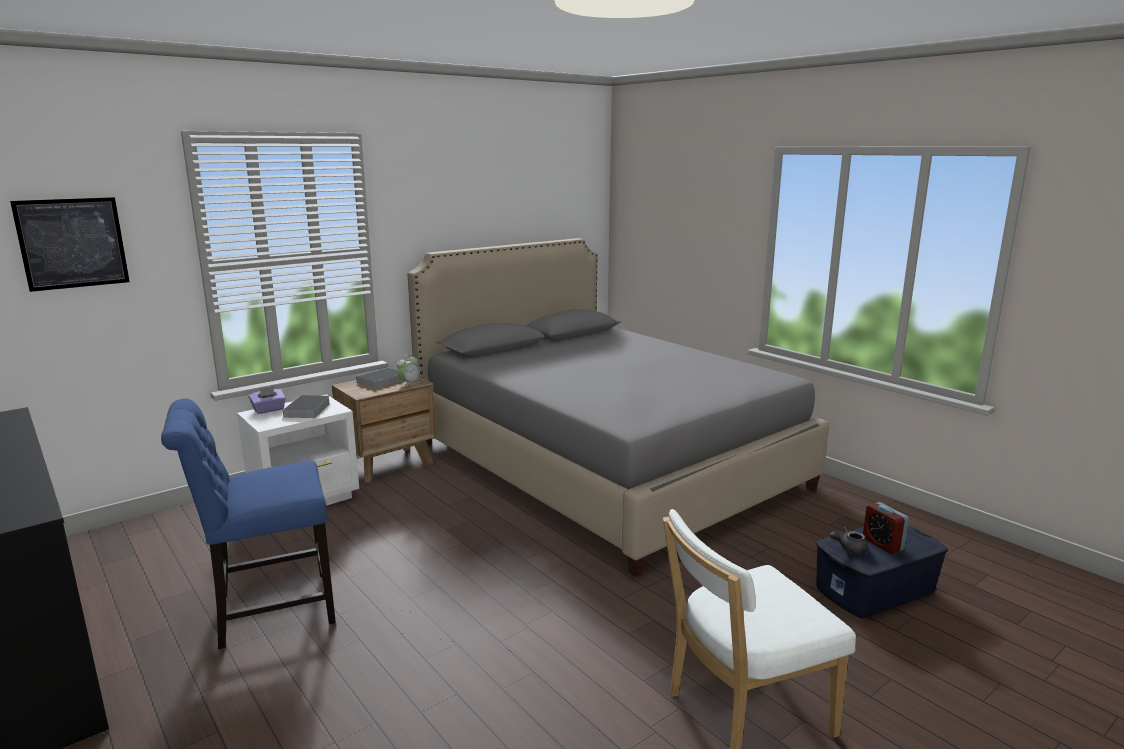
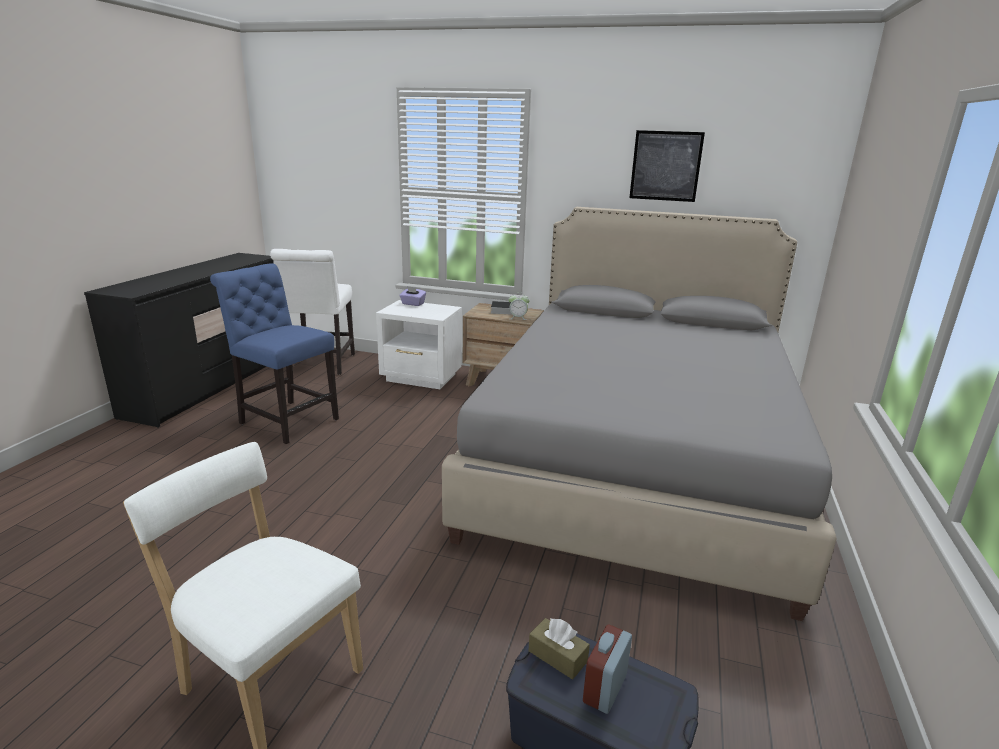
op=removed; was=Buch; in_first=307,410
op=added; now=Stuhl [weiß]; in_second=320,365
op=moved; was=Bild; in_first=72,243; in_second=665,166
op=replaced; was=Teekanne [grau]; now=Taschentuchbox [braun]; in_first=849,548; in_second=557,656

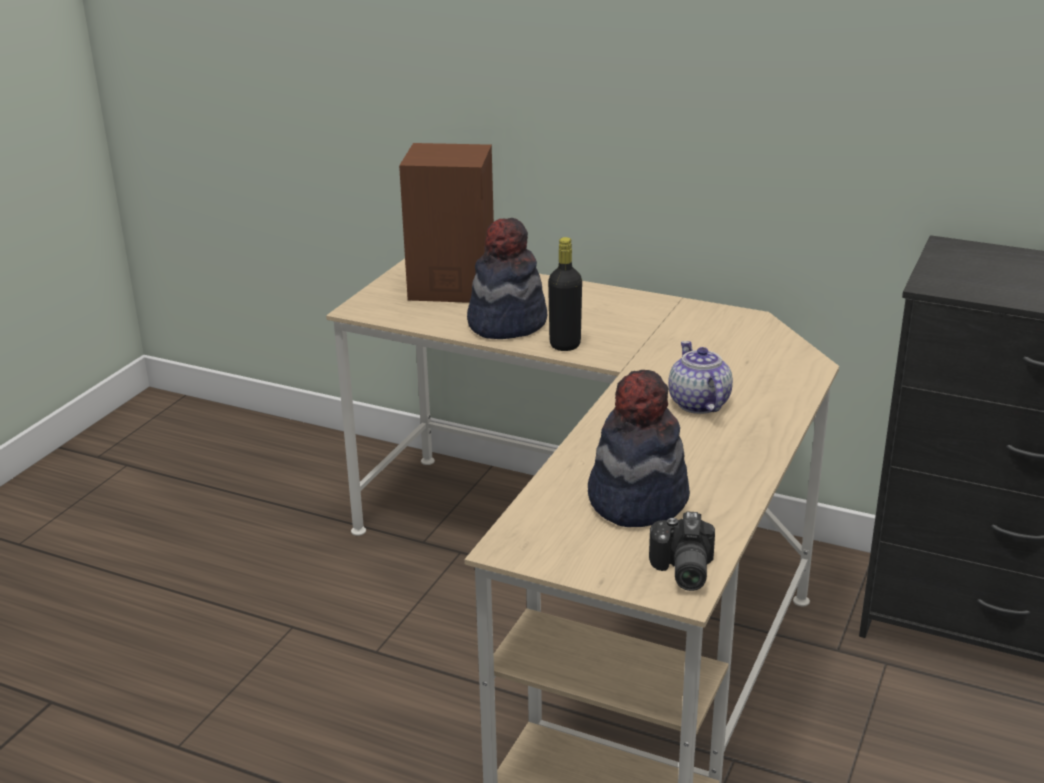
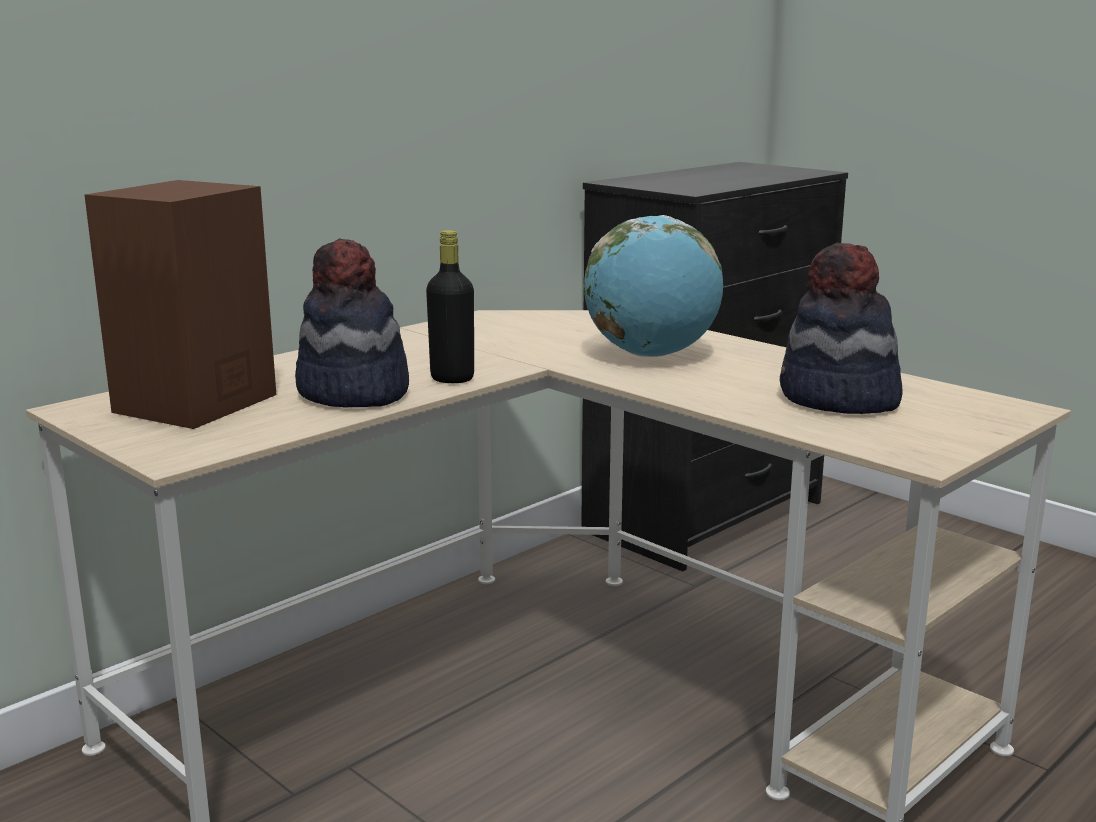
op=removed; was=Kamera; in_first=680,571
op=replaced; was=Teekanne; now=Globus; in_first=697,403; in_second=651,355

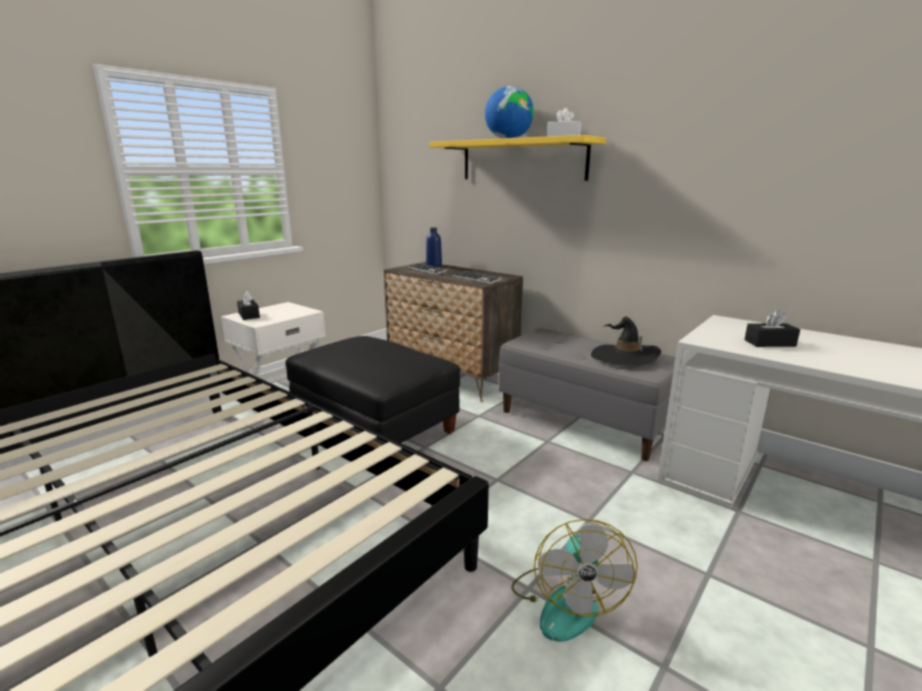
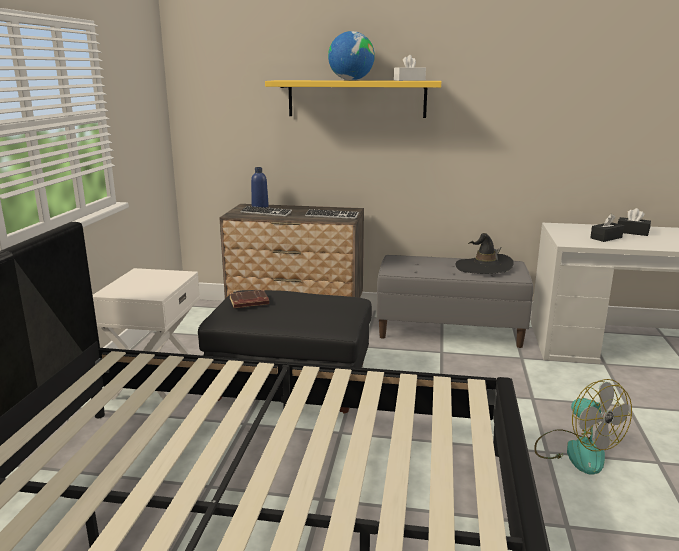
op=added; now=Buch [braun]; in_second=249,302
op=moved; was=Taschentuchbox [schwarz]; in_first=249,315; in_second=632,232

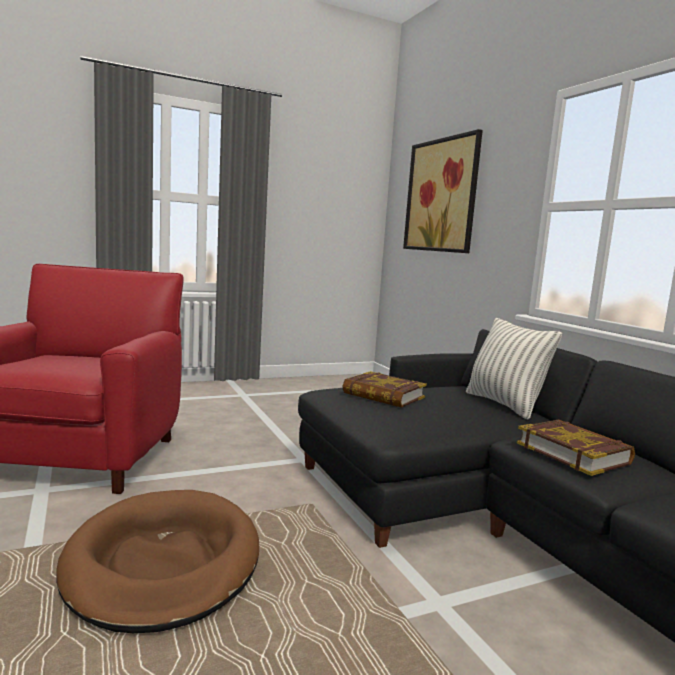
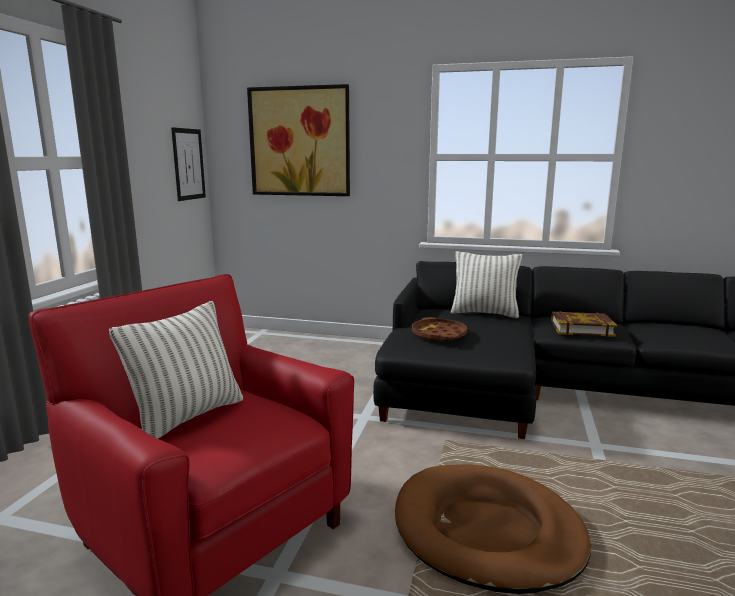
op=added; now=Kissen; in_second=187,417
op=added; now=Bild; in_second=188,164
op=replaced; was=Buch; now=Tablett [braun]; in_first=383,395; in_second=438,334

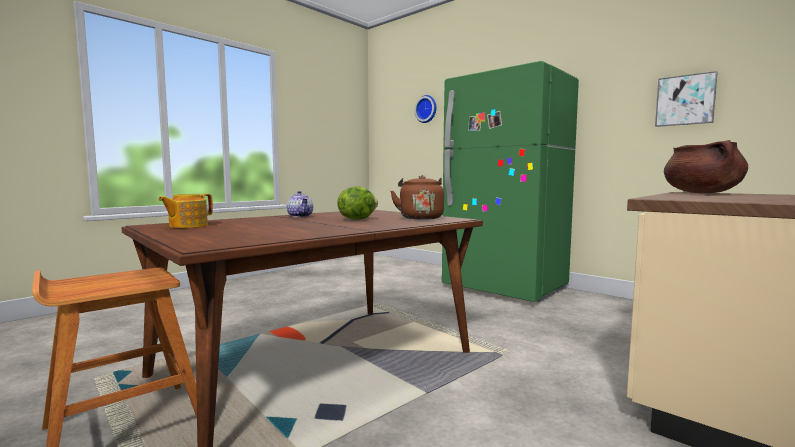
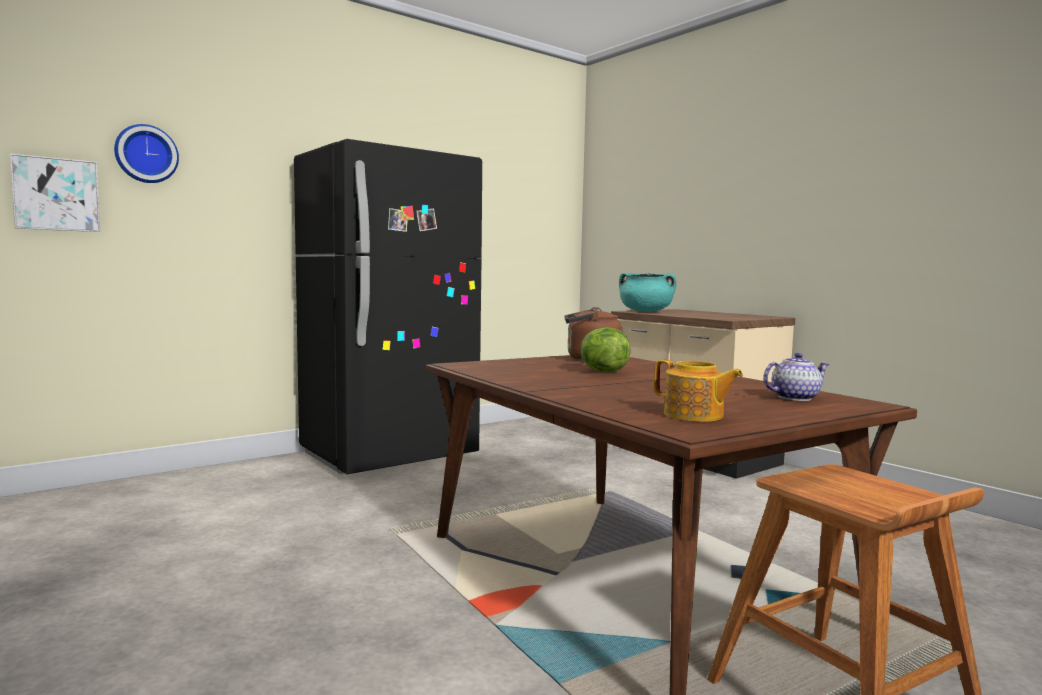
op=moved; was=Teekanne; in_first=300,216; in_second=795,398
op=moved; was=Bild; in_first=685,100; in_second=56,194
op=recoloured; was=Kühlschrank [grün]; now=Kühlschrank [schwarz]; in_first=504,288; in_second=389,456
op=recoloured; was=Kochtopf [braun]; now=Kochtopf [türkis]; in_first=702,193; in_second=646,311

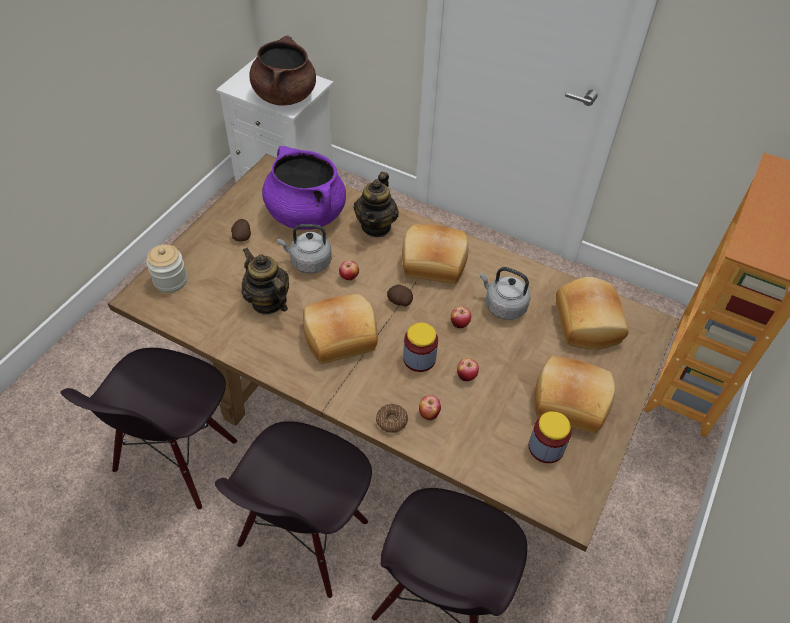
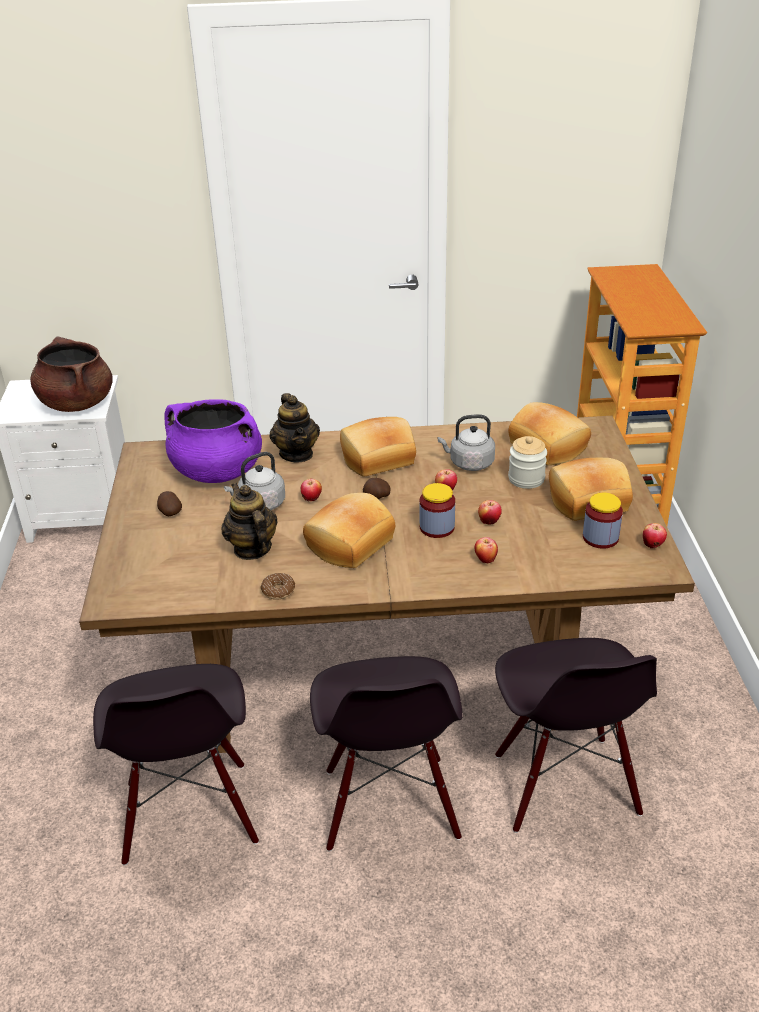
op=added; now=Apfel; in_second=652,545
op=moved; was=Vorratsglas; in_first=170,280; in_second=526,479
op=moved; was=Donut; in_first=391,421; in_second=278,590
op=turned; was=Teekanne; in_first=268,302; in_second=252,549; clockwise=45

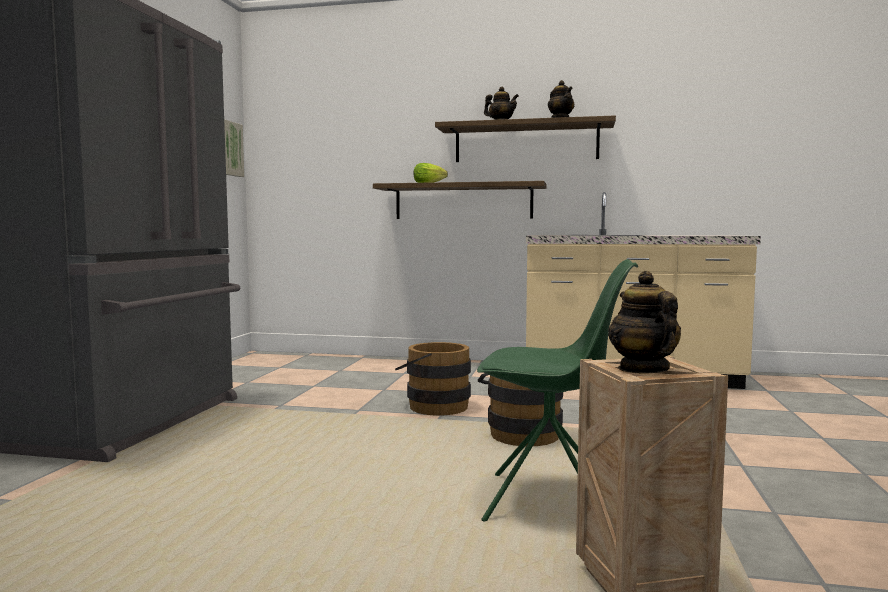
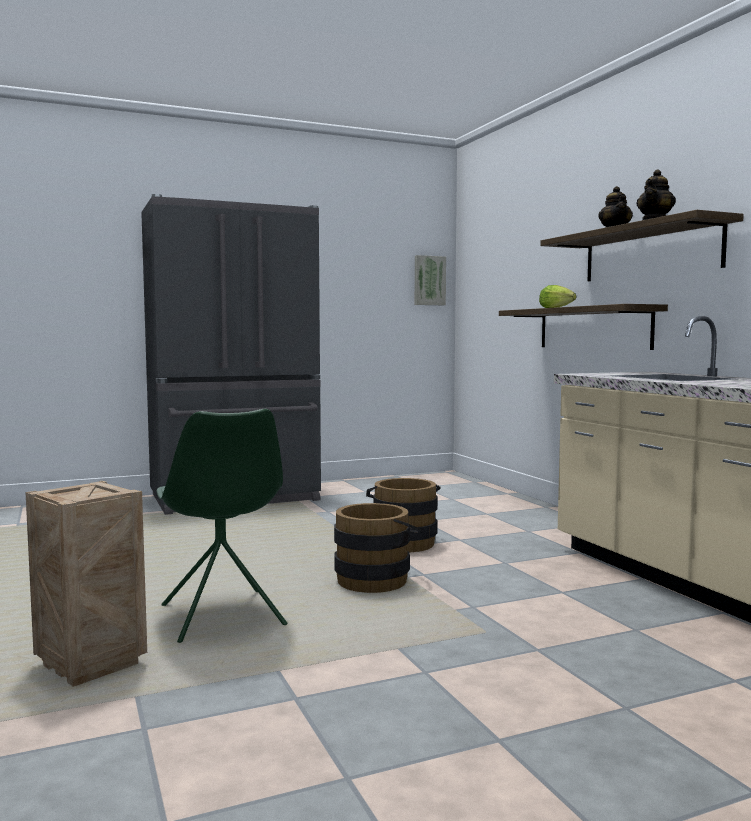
op=removed; was=Teekanne; in_first=643,369

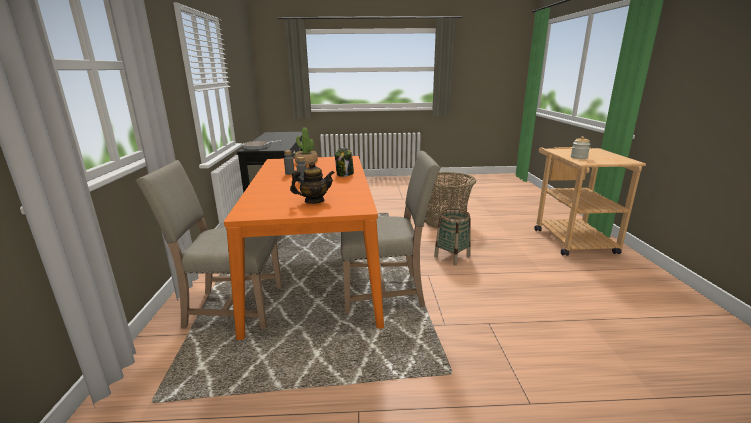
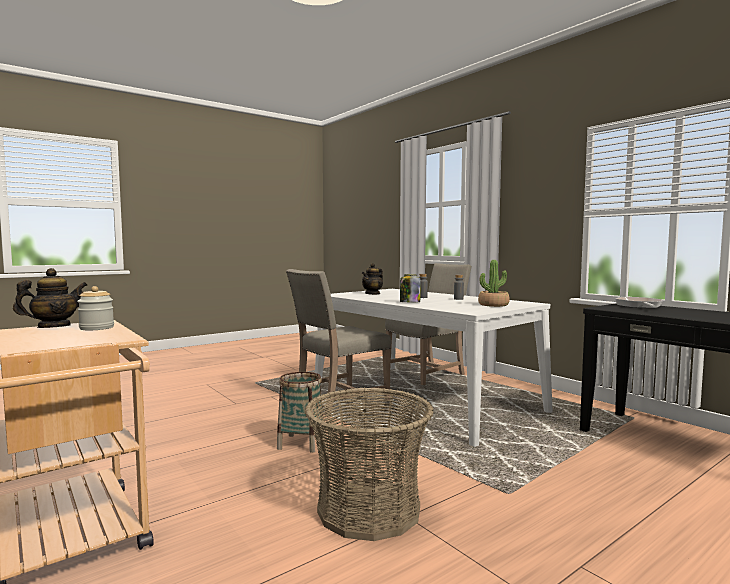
op=added; now=Teekanne; in_second=54,327
op=recoloured; was=Esstisch [orange]; now=Esstisch [weiß]; in_first=315,270; in_second=423,398

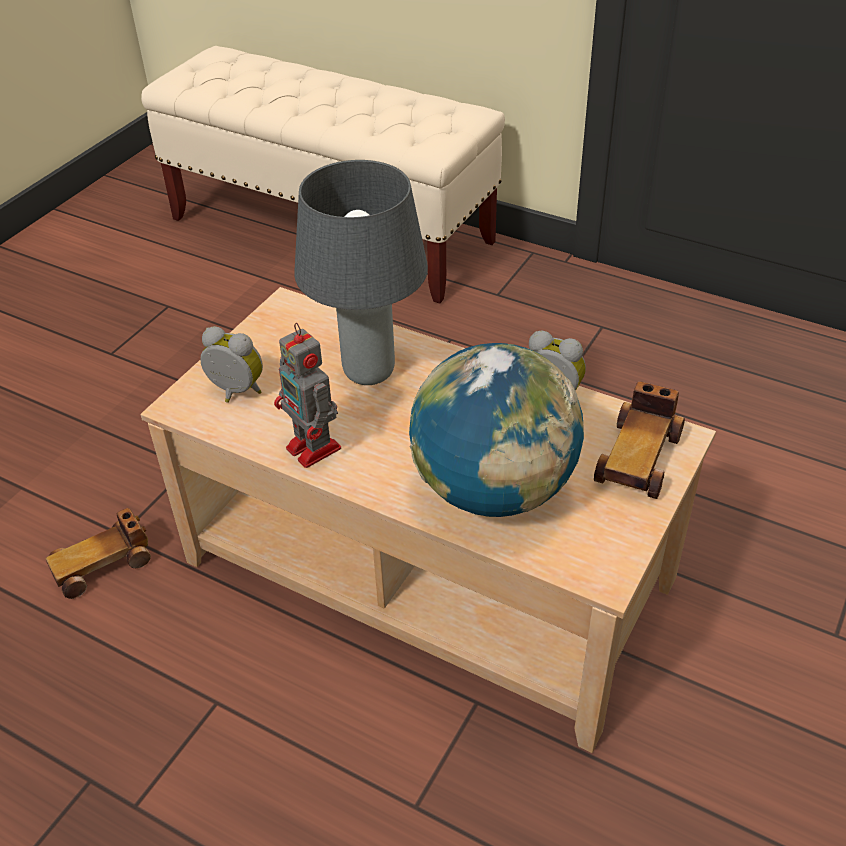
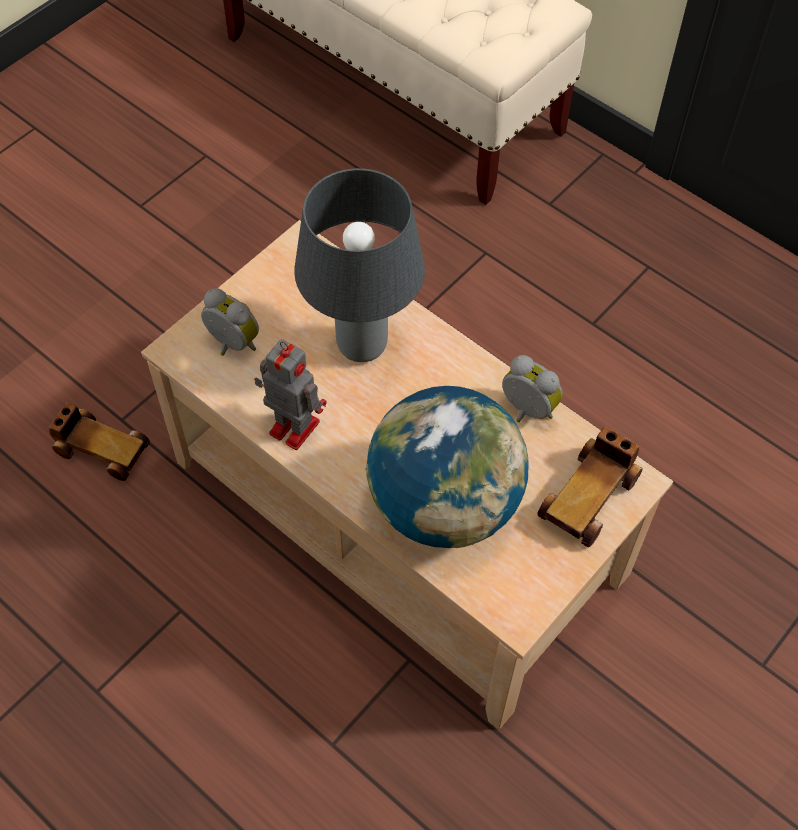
op=turned; was=Spielzeugauto; in_first=103,564; in_second=101,449; clockwise=-135
op=turned; was=Spielzeugroboter; in_first=315,450; in_second=292,426; clockwise=150

